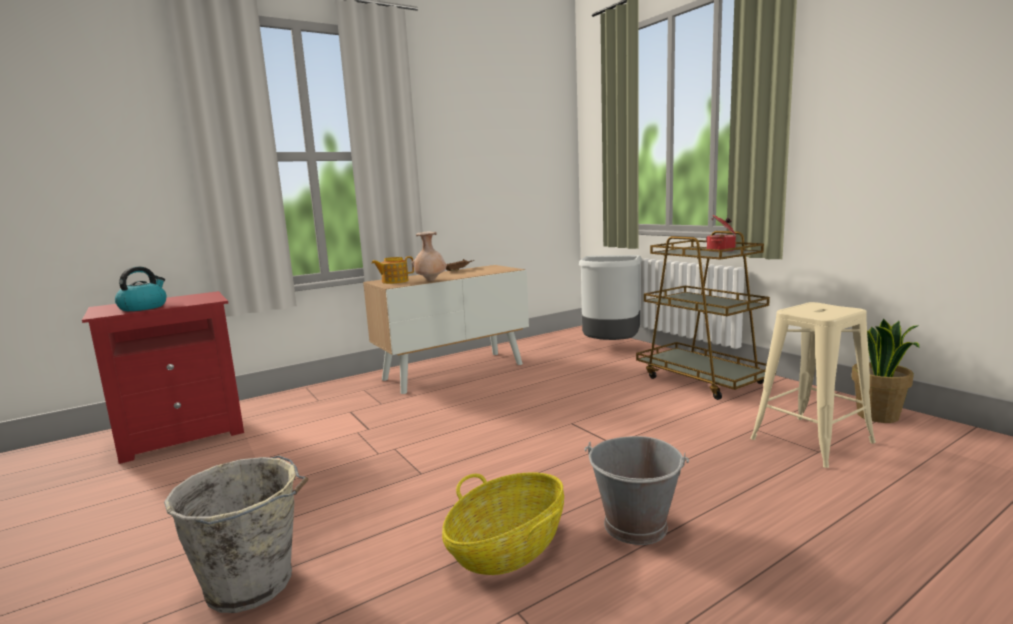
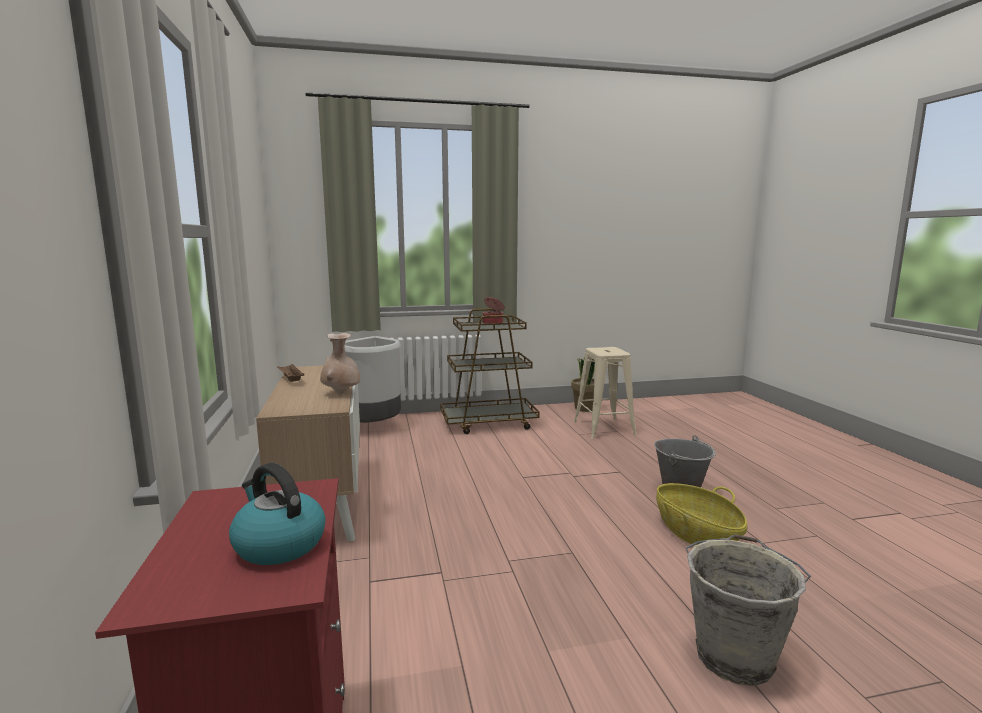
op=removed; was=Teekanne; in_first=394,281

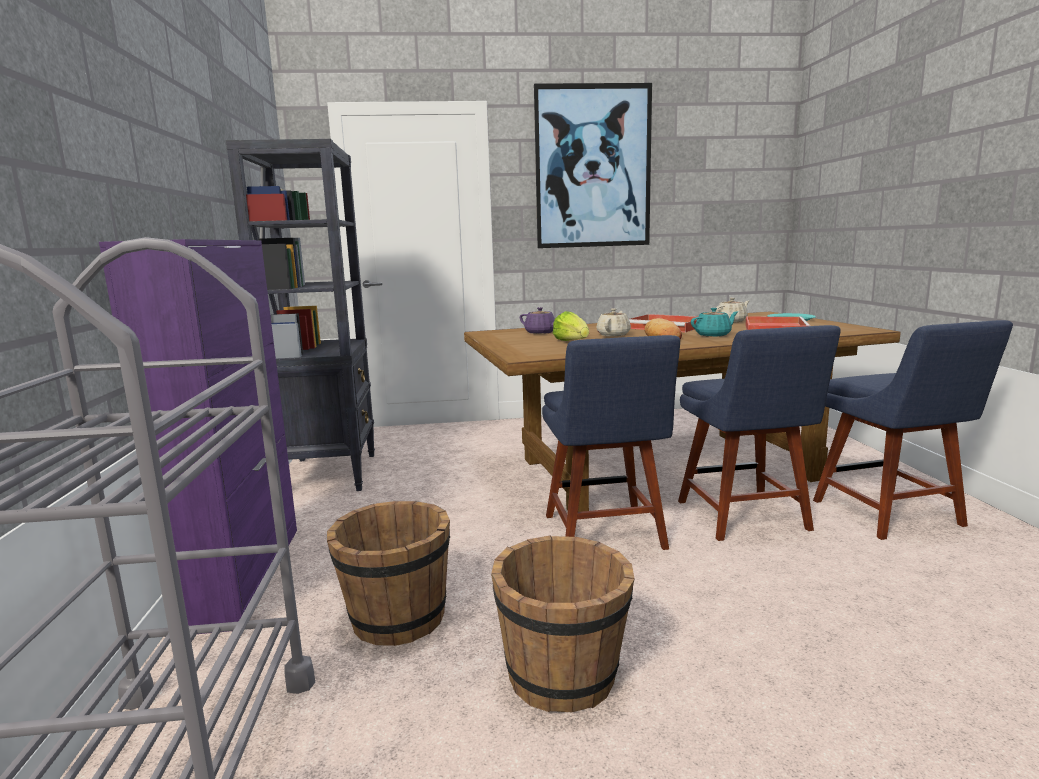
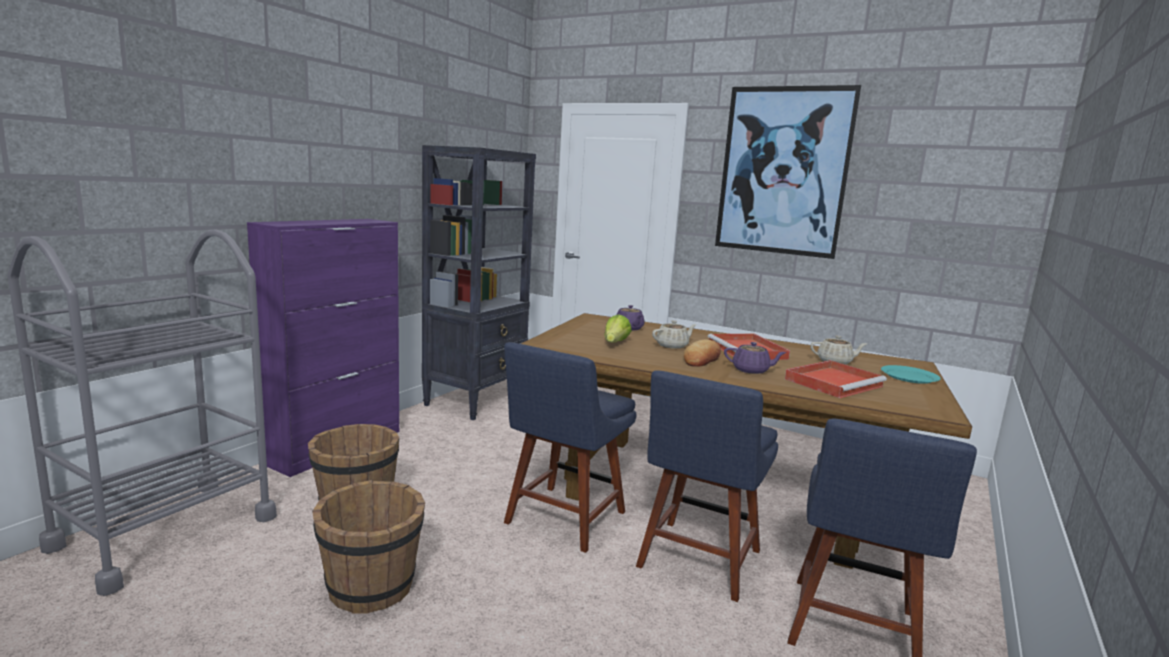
op=recoloured; was=Teekanne [türkis]; now=Teekanne [lila]; in_first=713,335; in_second=751,370

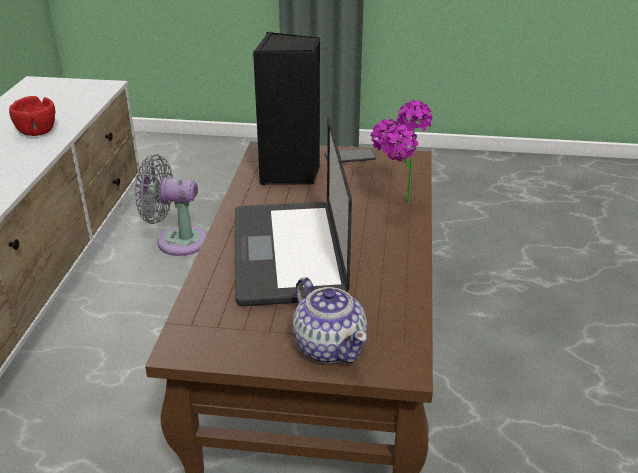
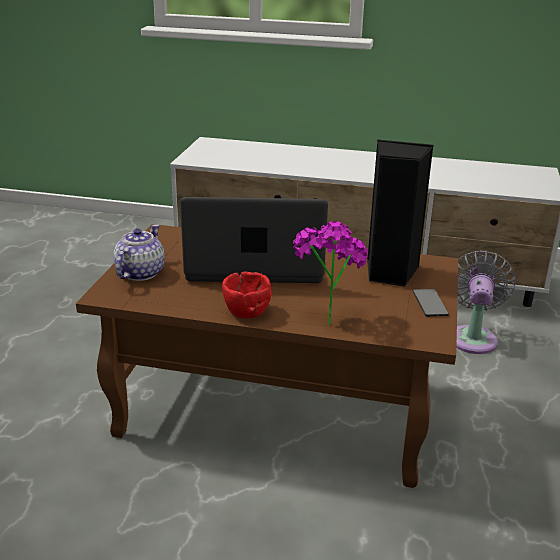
op=moved; was=Schüssel [rot]; in_first=37,131; in_second=246,311
op=turned; was=Teekanne; in_first=329,346; in_second=139,273; clockwise=135

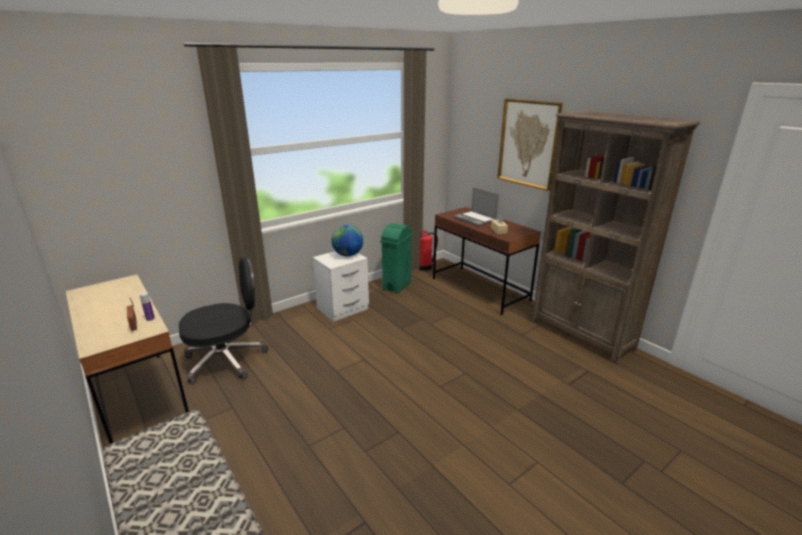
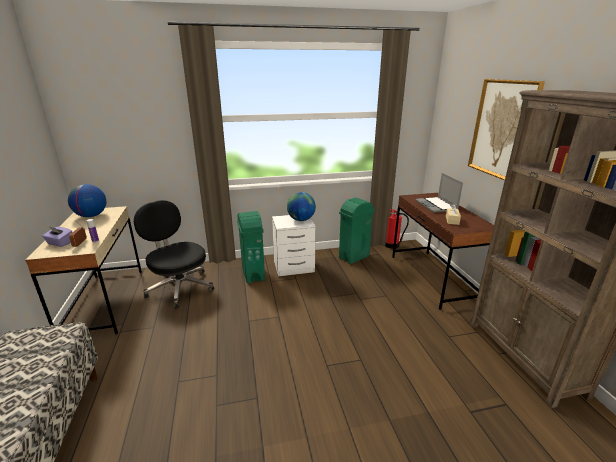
op=added; now=Taschentuchbox [lila]; in_second=60,243
op=added; now=Globus; in_second=91,216
op=added; now=Mülleimer [grün]; in_second=253,274
op=turned; was=Bürostuhl [schwarz]; in_first=227,360; in_second=180,287; clockwise=-135

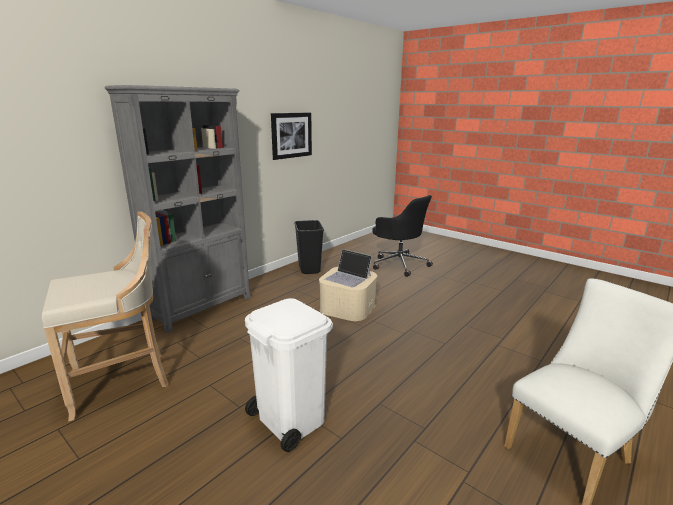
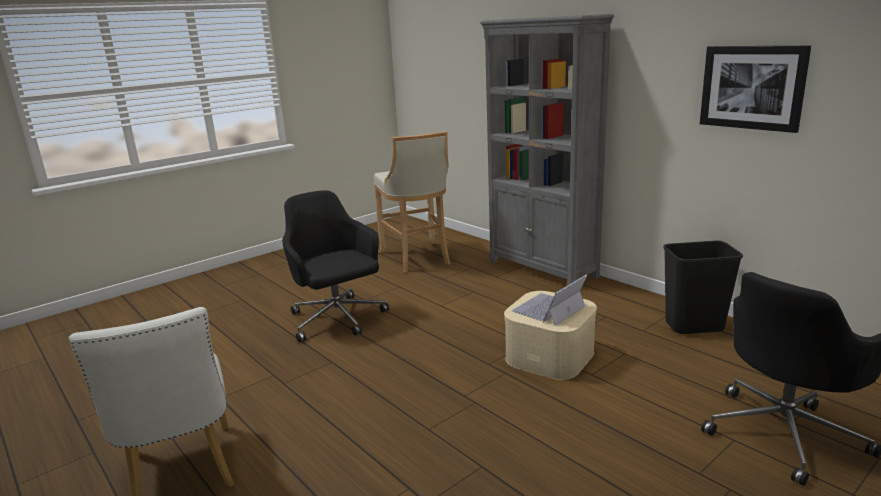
op=replaced; was=Mülleimer [weiß]; now=Bürostuhl [schwarz]; in_first=290,419; in_second=338,319

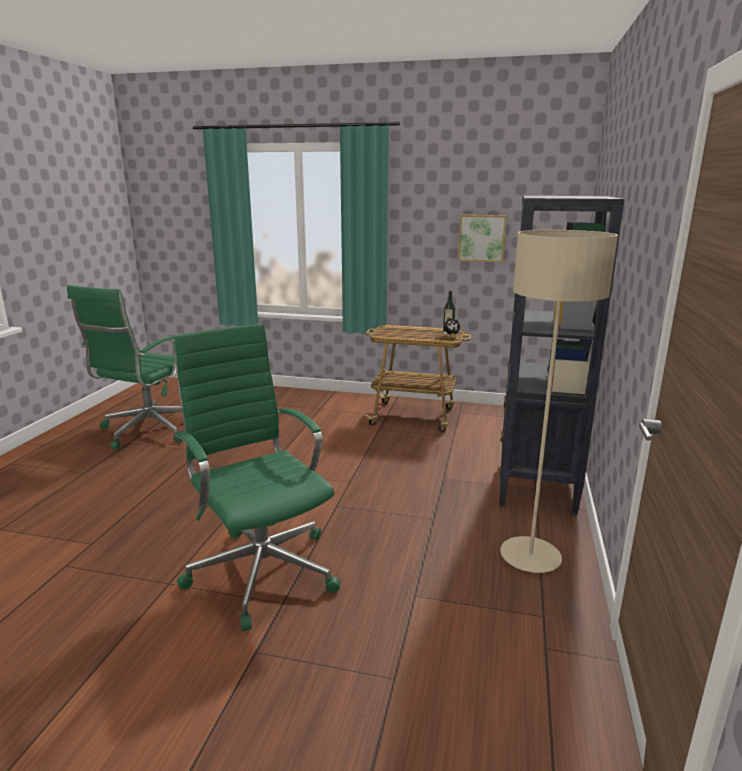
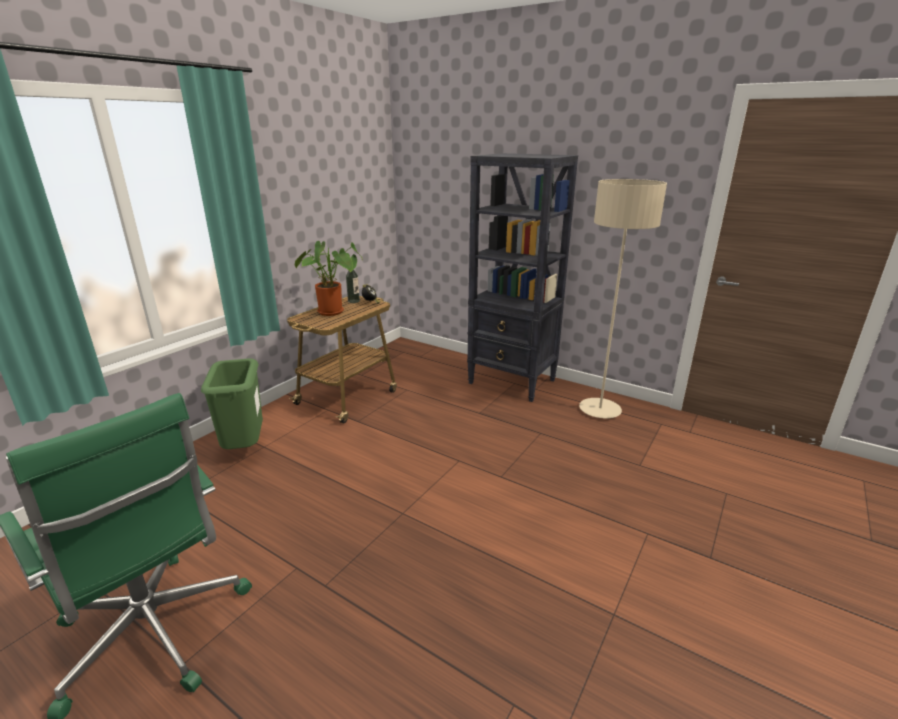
op=removed; was=Bürostuhl [grün]; in_first=262,569
op=removed; was=Bild; in_first=482,238
op=added; now=Mülleimer [grün]; in_second=244,448
op=added; now=Topfpflanze; in_second=334,312

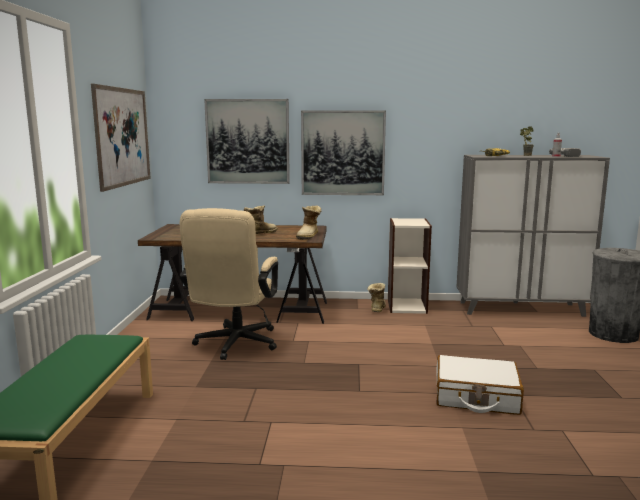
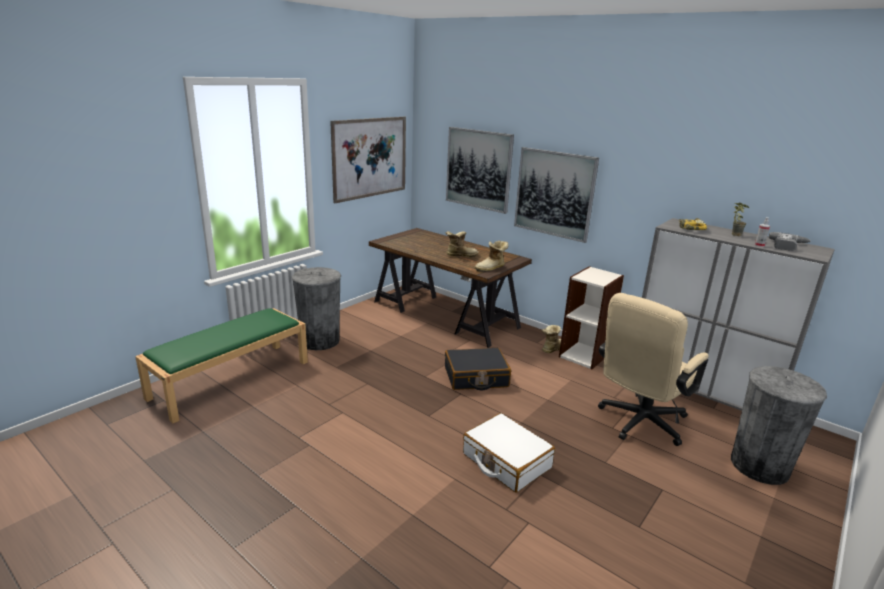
op=added; now=Mülleimer [grau]; in_second=320,341
op=added; now=Koffer [schwarz]; in_second=476,377
op=moved; was=Bürostuhl [beige]; in_first=234,345; in_second=638,423

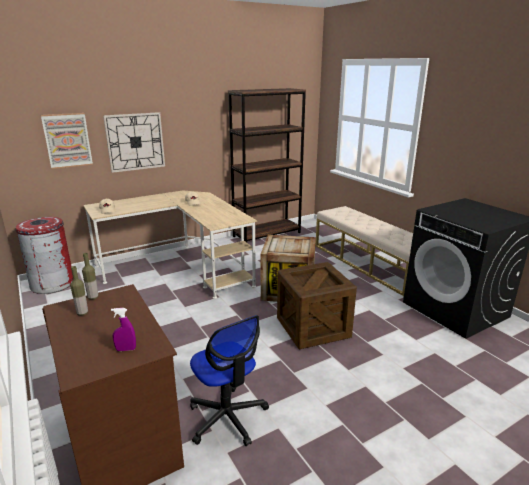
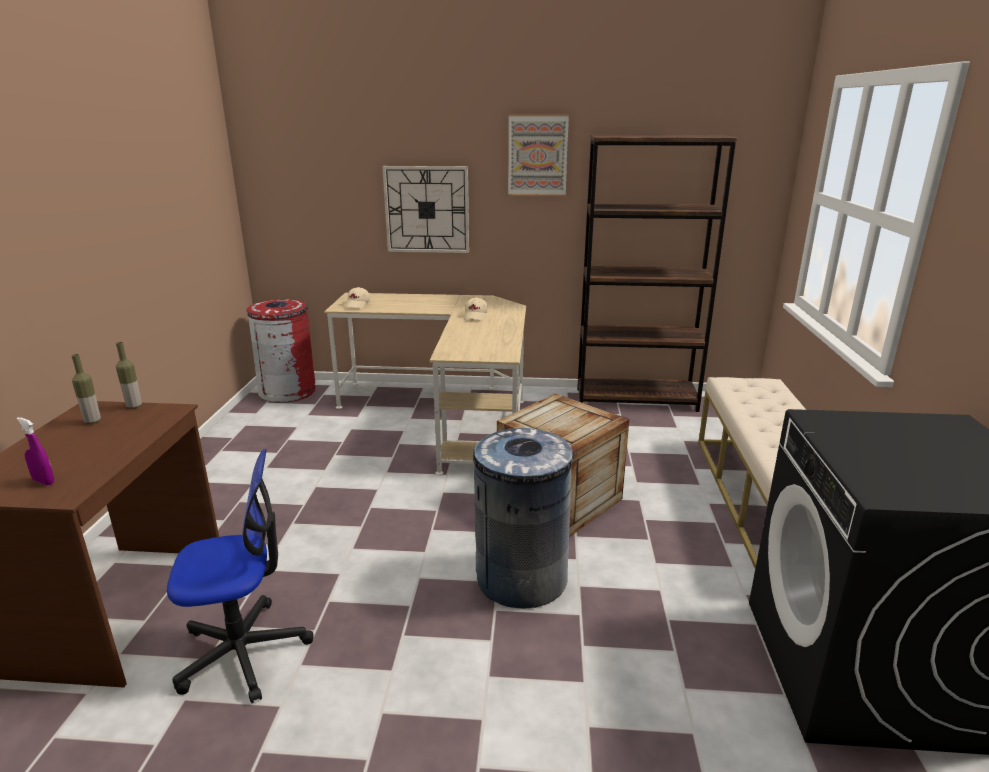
op=moved; was=Bild; in_first=67,140; in_second=537,155
op=replaced; was=Kiste; now=Mülleimer [grau]; in_first=313,327; in_second=521,578
op=turned; was=Bürostuhl; in_first=227,417; in_second=244,652; clockwise=-105

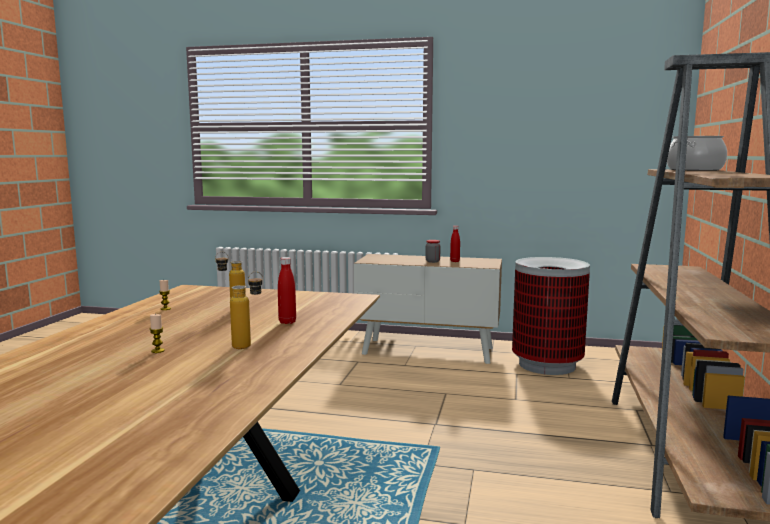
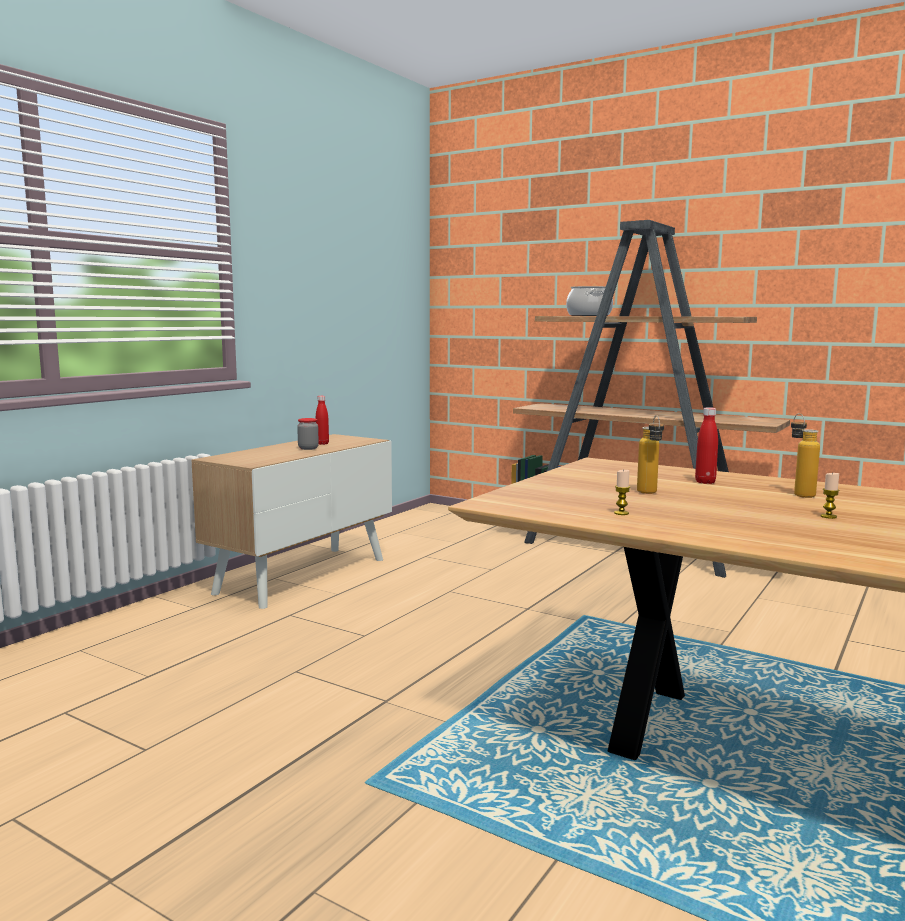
op=removed; was=Mülleimer; in_first=547,365

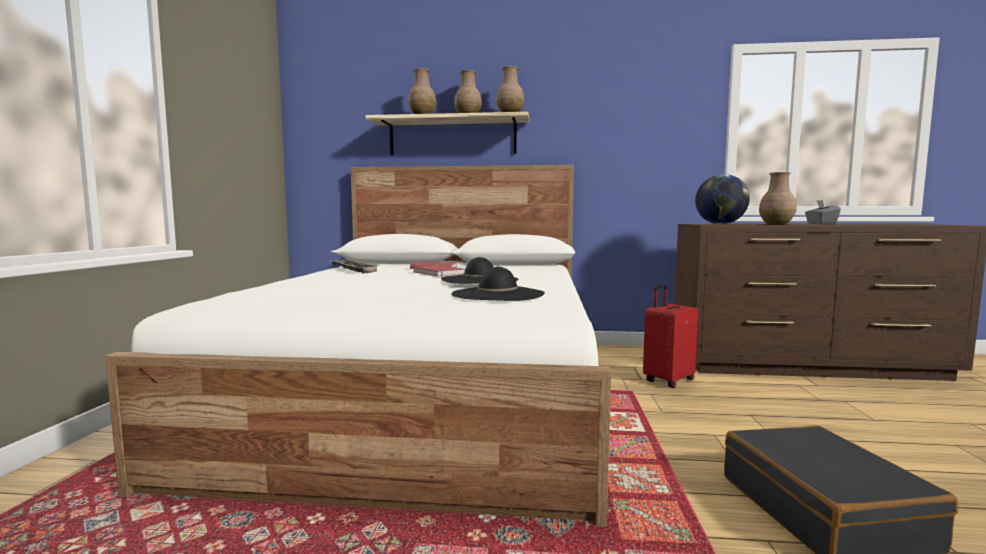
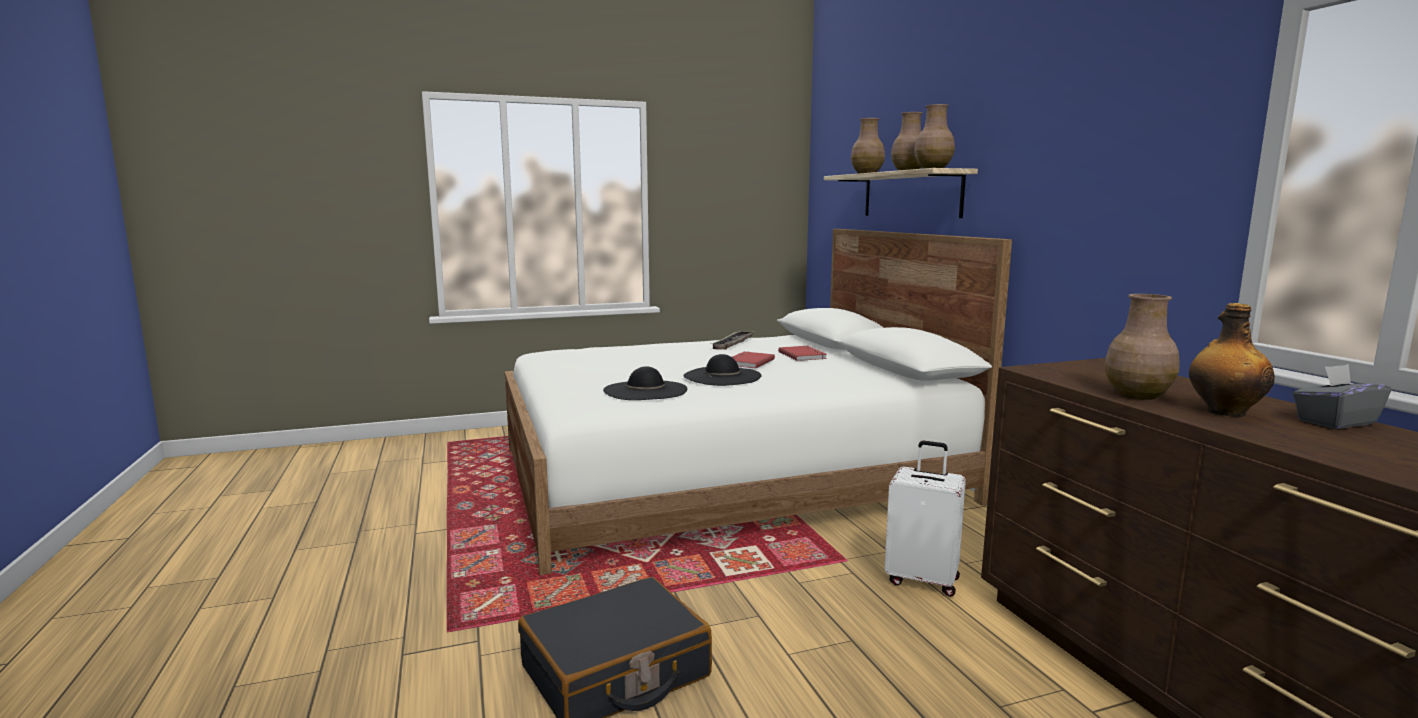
op=removed; was=Globus; in_first=721,224
op=added; now=Flasche; in_second=1224,412
op=recoloured; was=Koffer [rot]; now=Koffer [weiß]; in_first=668,380; in_second=922,579

